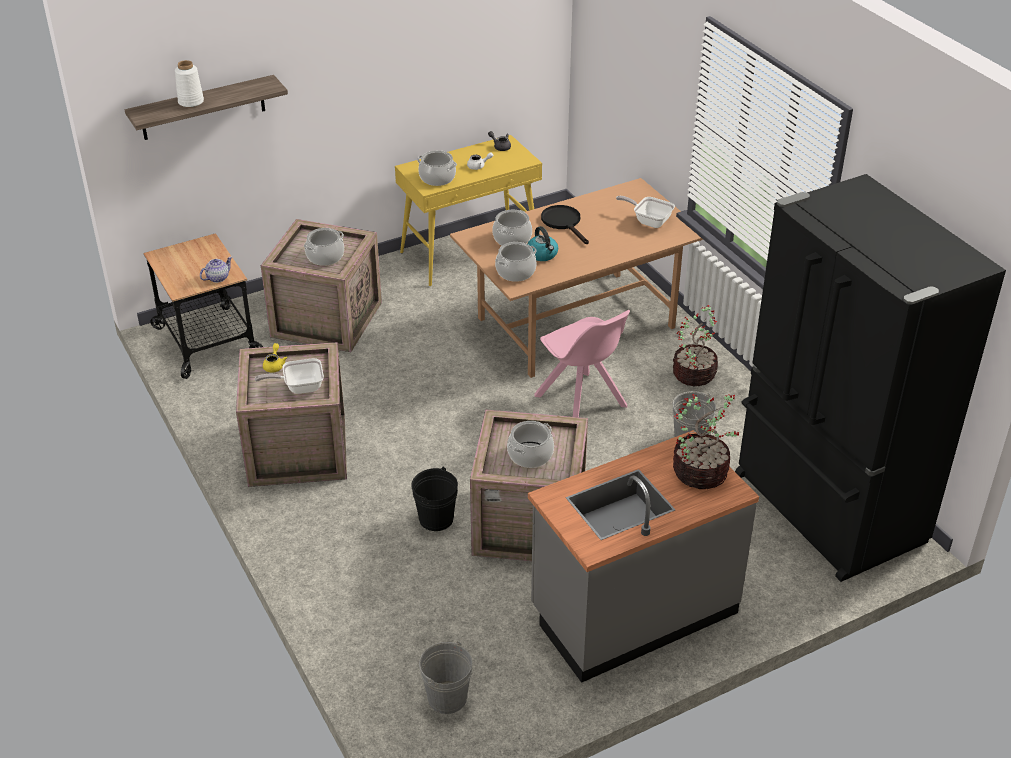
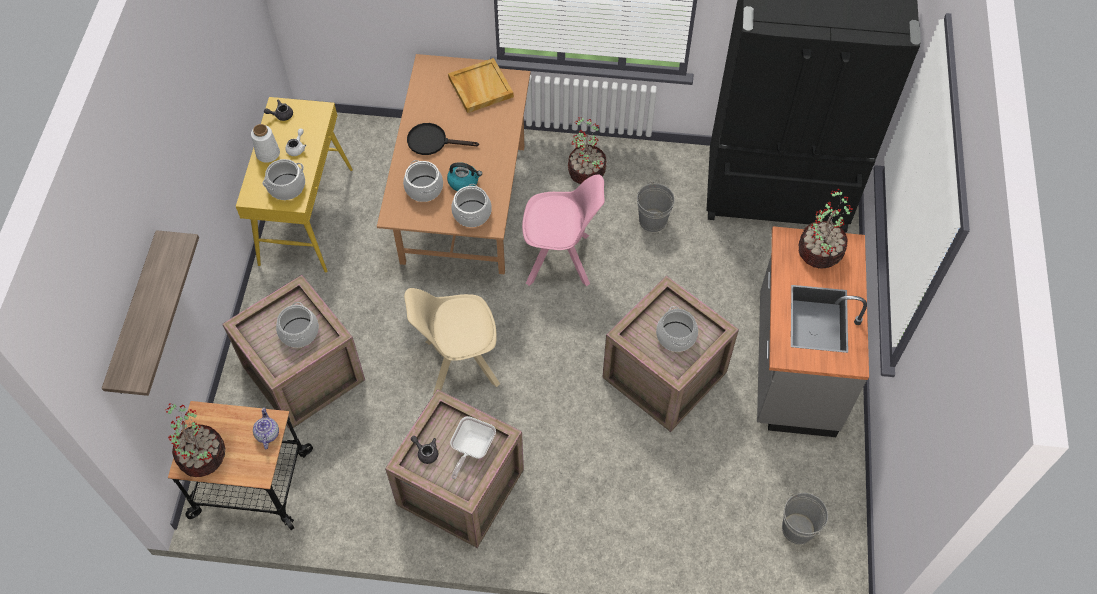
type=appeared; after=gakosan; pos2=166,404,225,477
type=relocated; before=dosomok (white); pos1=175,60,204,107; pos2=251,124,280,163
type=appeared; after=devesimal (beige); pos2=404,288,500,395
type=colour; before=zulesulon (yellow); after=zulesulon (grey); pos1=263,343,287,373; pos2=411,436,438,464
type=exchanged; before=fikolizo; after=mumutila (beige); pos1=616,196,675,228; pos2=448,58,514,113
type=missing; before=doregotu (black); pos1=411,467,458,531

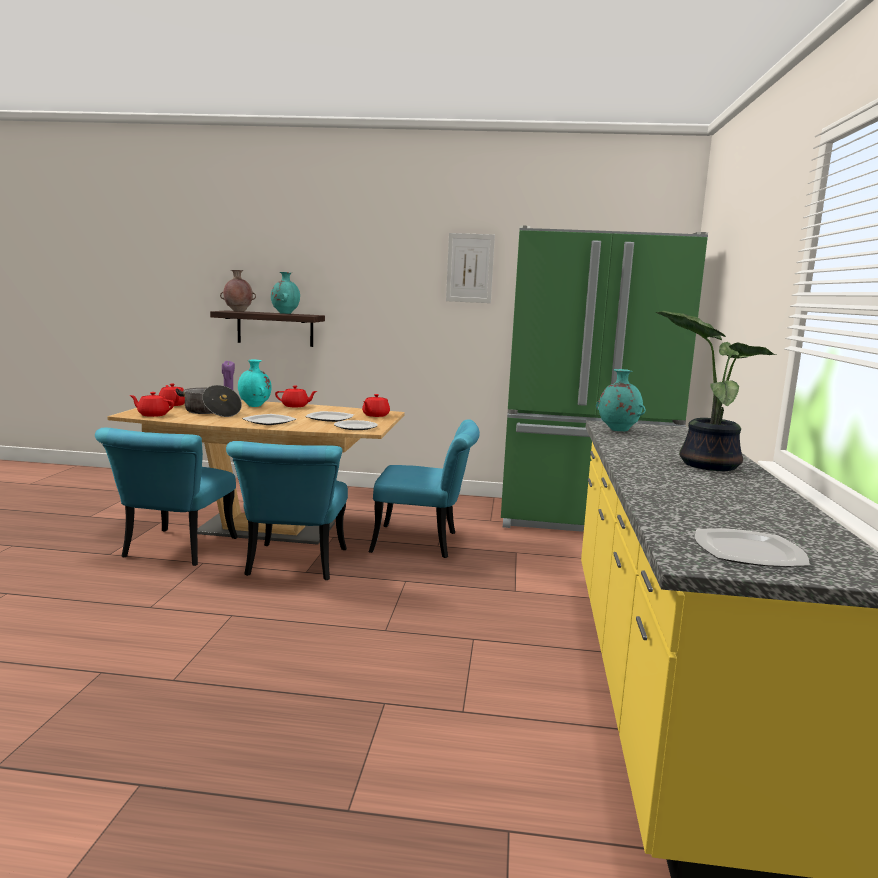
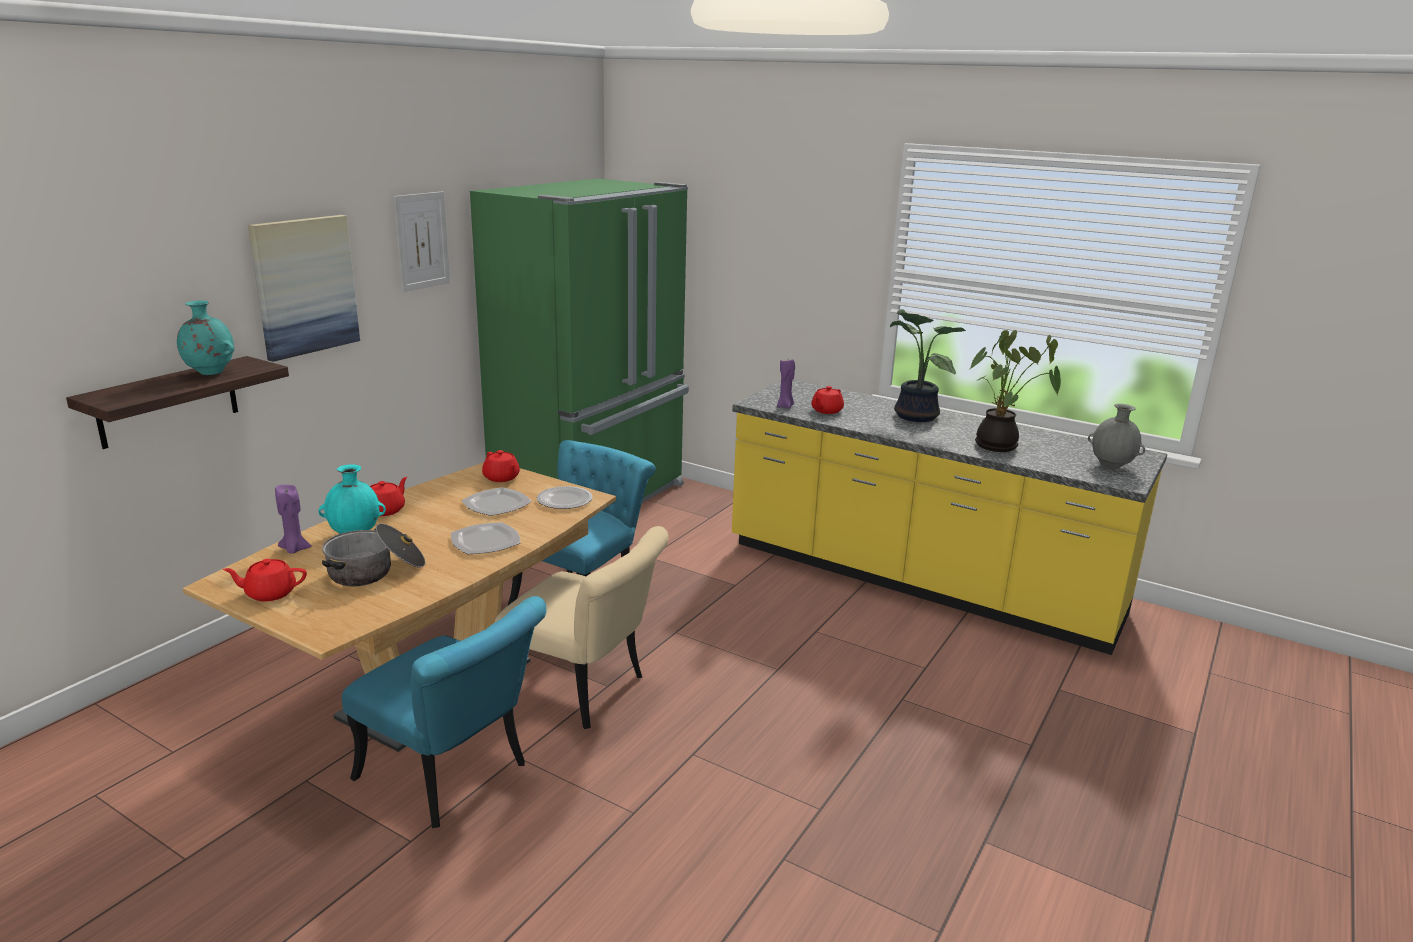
type=appeared; after=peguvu; pos2=248,215,360,362
type=colour; before=devesimal (turquoise); after=devesimal (beige); pos1=226,441,348,580; pos2=495,526,668,729
type=exchanged; before=dosomok (turquoise); after=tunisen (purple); pos1=596,369,646,431; pos2=777,359,795,409
type=relocated; before=zulesulon (red); pos1=130,392,174,417; pos2=811,386,844,414
type=appeared; after=gakosan; pos2=970,330,1061,452
type=exchanged; before=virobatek; after=dosomok (grey); pos1=695,529,810,567; pos2=1088,404,1145,469
type=missing; before=dosomok (brown); pos1=220,270,256,311

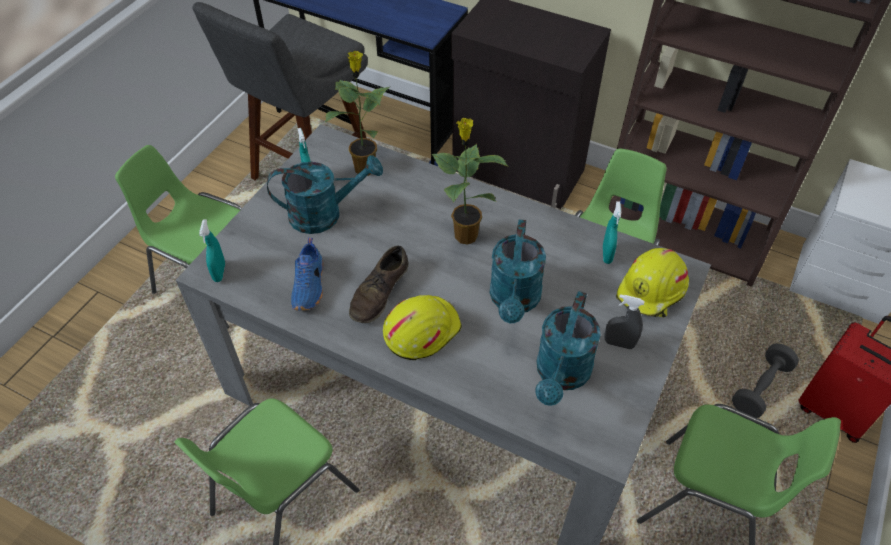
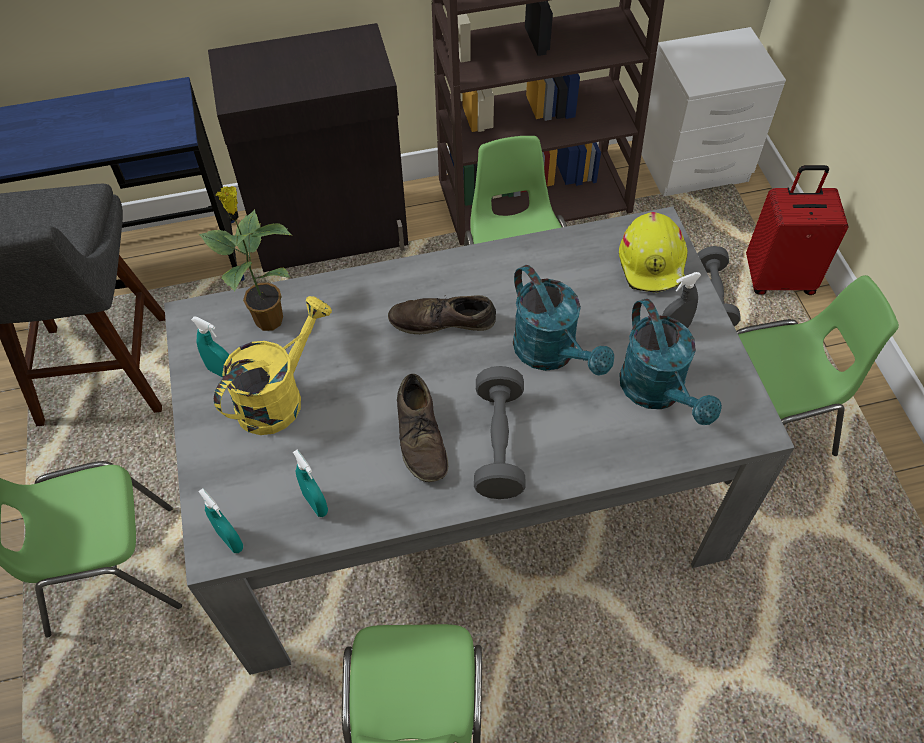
type=colour; before=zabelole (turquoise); after=zabelole (yellow); pos1=267,155,383,234; pos2=214,296,332,435
type=relocated; before=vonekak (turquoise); pos1=603,201,621,264; pos2=293,449,328,517
type=exchanged; before=gakosan; after=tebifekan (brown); pos1=432,118,508,244; pos2=388,295,496,334
type=exchanged; before=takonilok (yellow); after=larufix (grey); pos1=383,295,462,360; pos2=474,366,525,499
type=missing; before=tebifekan (blue); pos1=291,238,324,311

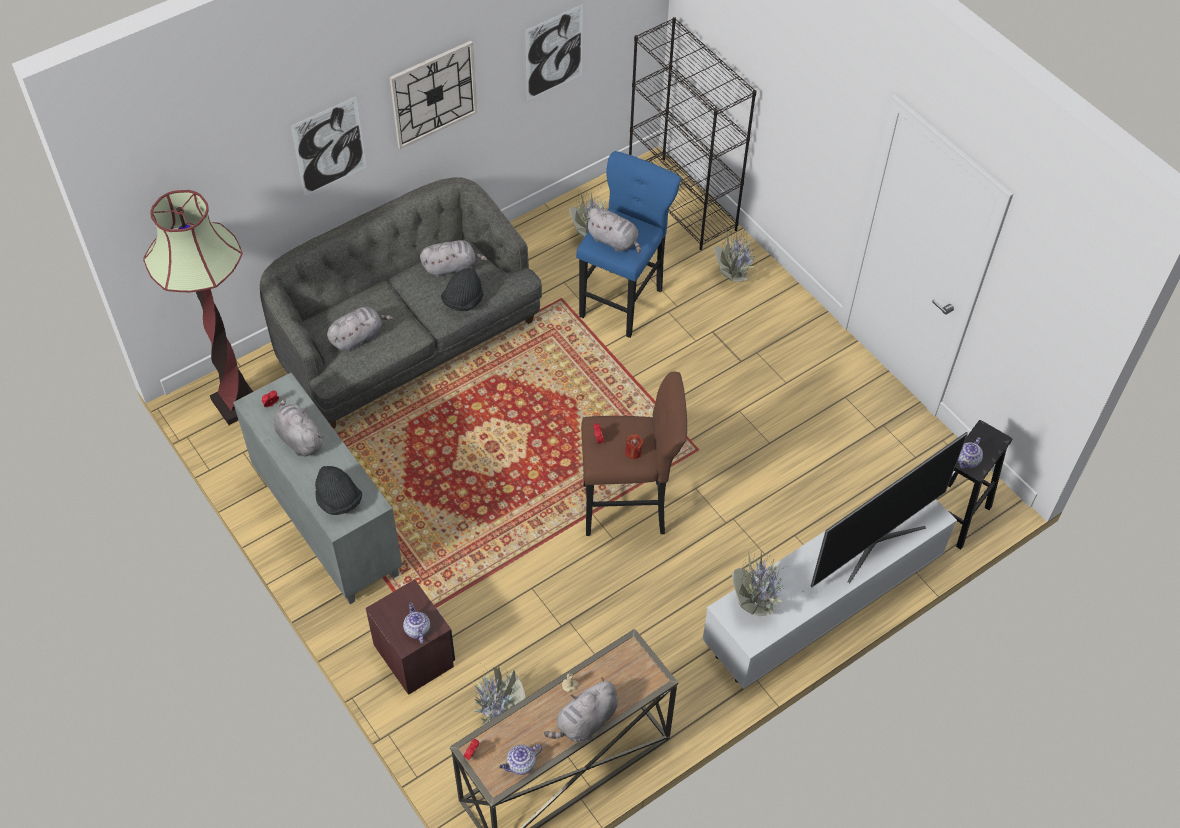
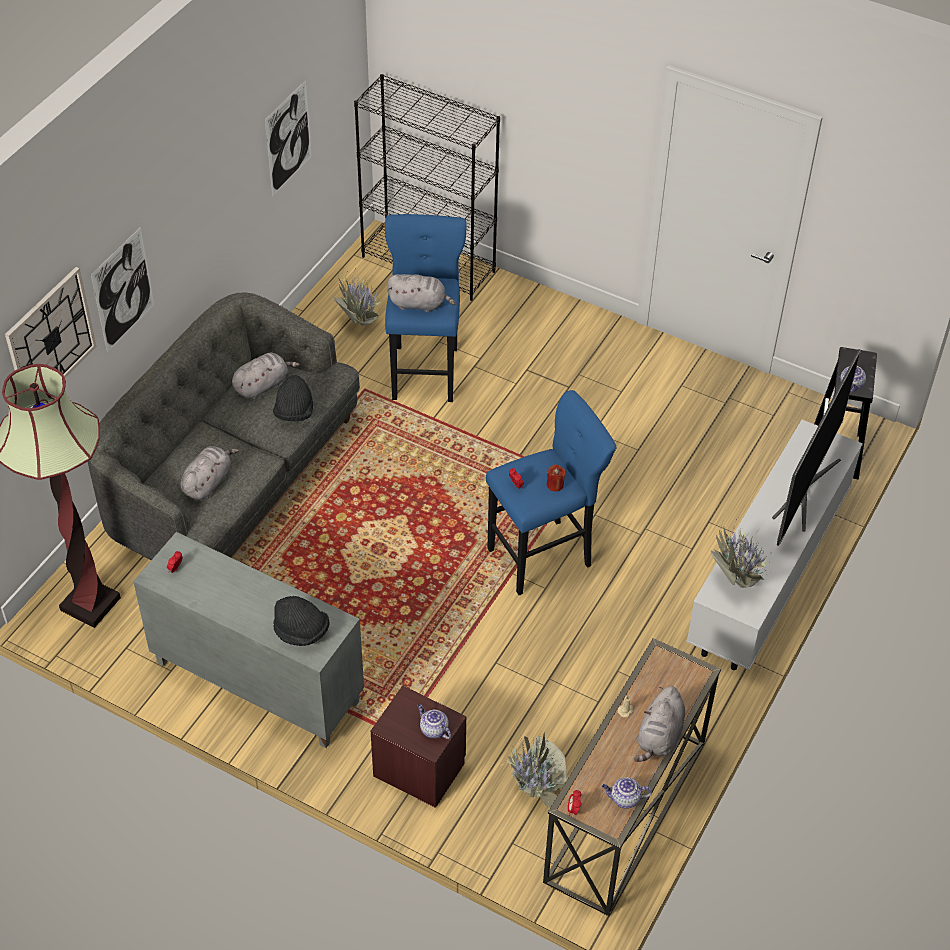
type=relocated; before=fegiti; pos1=389,40,477,149; pos2=5,267,97,408
type=colour; before=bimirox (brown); after=bimirox (blue); pos1=581,371,687,536; pos2=486,390,616,595
type=spun; before=zulesulon; pos1=500,744,542,775; pos2=602,777,652,809; turn=60
type=missing; before=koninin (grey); pos1=274,398,324,456
type=missing; before=gakosan; pos1=714,222,772,282

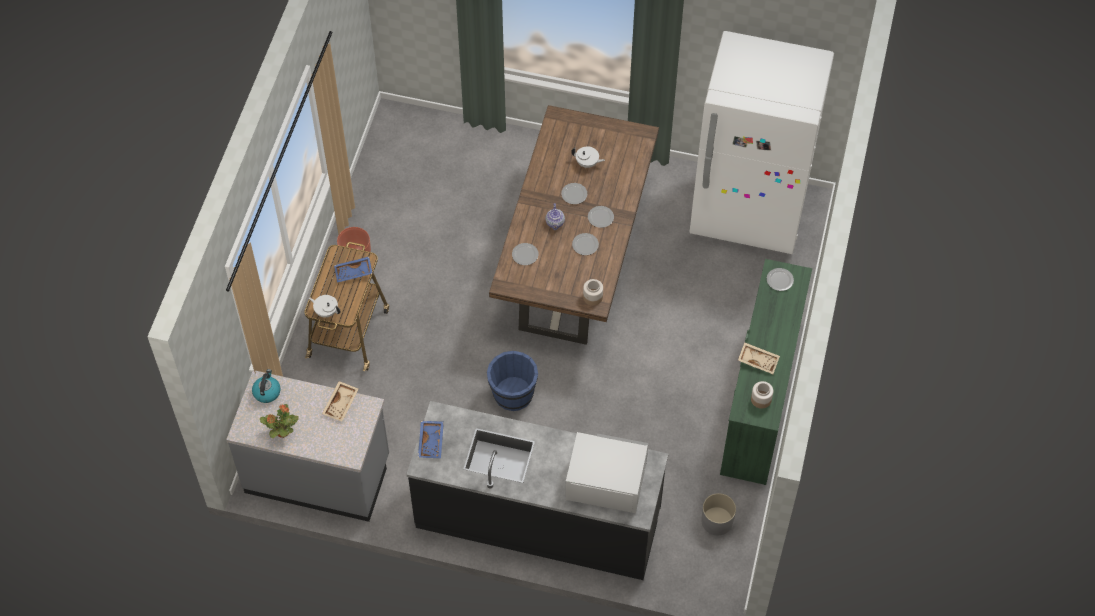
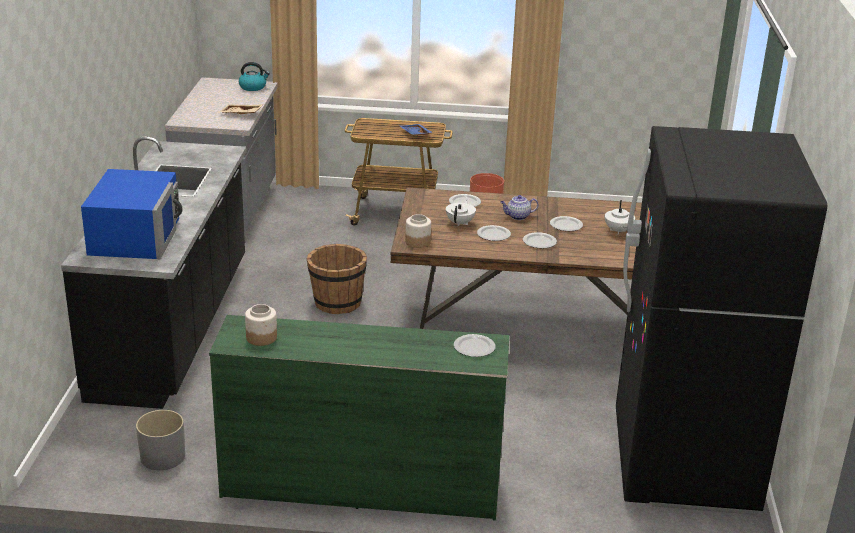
type=colour; before=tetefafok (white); after=tetefafok (blue); pos1=565,432,648,513; pos2=81,169,182,259
type=colour; before=doregotu (blue); after=doregotu (brown); pos1=487,351,538,411; pos2=307,244,367,314
type=relocated; before=zulesulon (white); pos1=309,295,341,318; pos2=446,200,476,226
type=colour; before=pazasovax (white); after=pazasovax (black); pos1=689,31,834,254; pos2=616,126,827,515
type=missing; before=gakosan; pos1=260,404,299,438
type=missing; before=mumutila (blue); pos1=418,421,444,458
type=missing; before=mumutila (beige); pos1=738,342,780,374

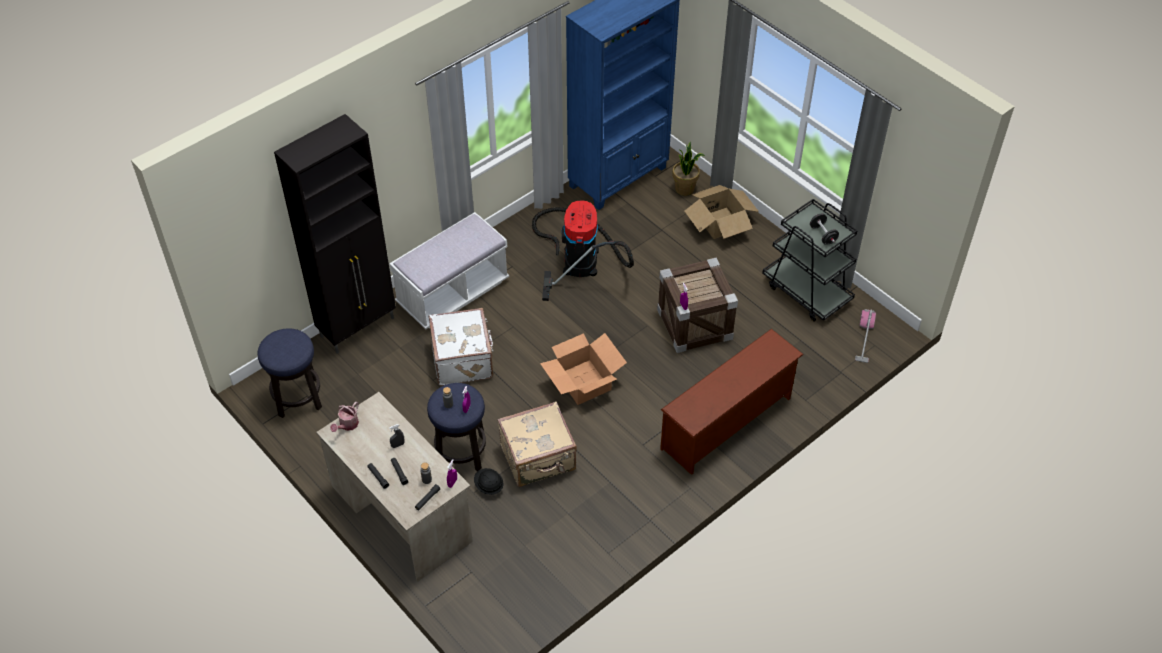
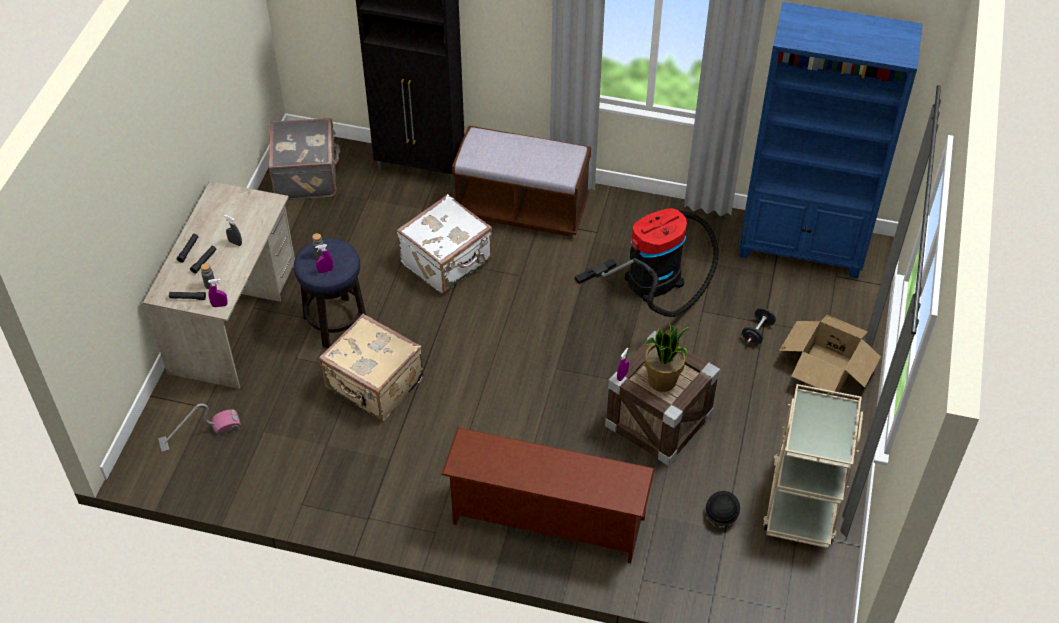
type=relocated; before=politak; pos1=855,309,876,363; pos2=158,404,241,452
type=exchanged; before=bimirox; after=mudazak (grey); pos1=258,329,322,418; pos2=269,118,341,200
type=colour; before=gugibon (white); after=gugibon (brown); pos1=389,212,509,329; pos2=452,125,591,236
type=relocated; before=gakosan; pos1=672,142,705,196; pos2=644,325,690,392
type=relocated; before=takonilok (black); pos1=474,468,504,495; pos2=706,491,740,526
type=relocated; before=larufix (black); pos1=810,214,839,245; pos2=742,308,776,345
type=colour; before=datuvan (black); after=datuvan (beige); pos1=762,199,857,322; pos2=763,384,863,548
type=missing; before=zabelole; pos1=330,402,359,432
type=missing; before=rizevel; pos1=540,333,627,405

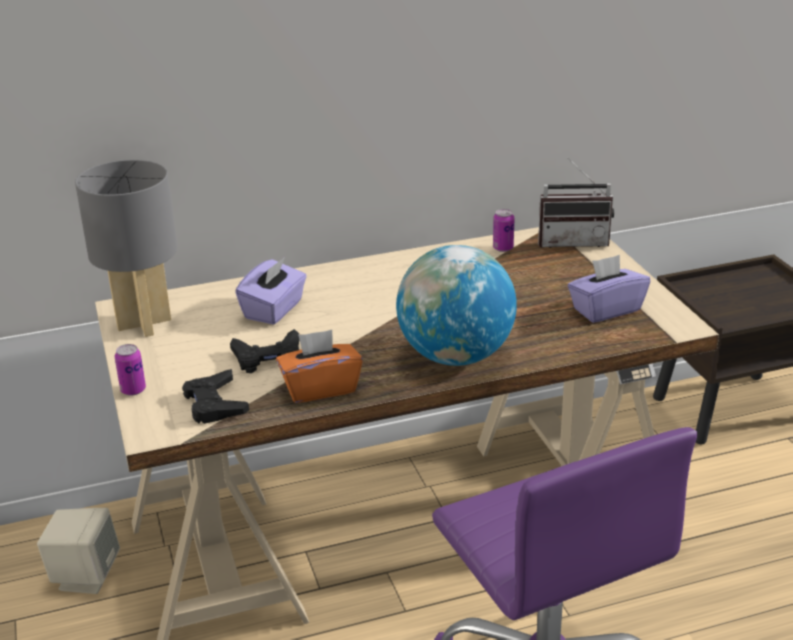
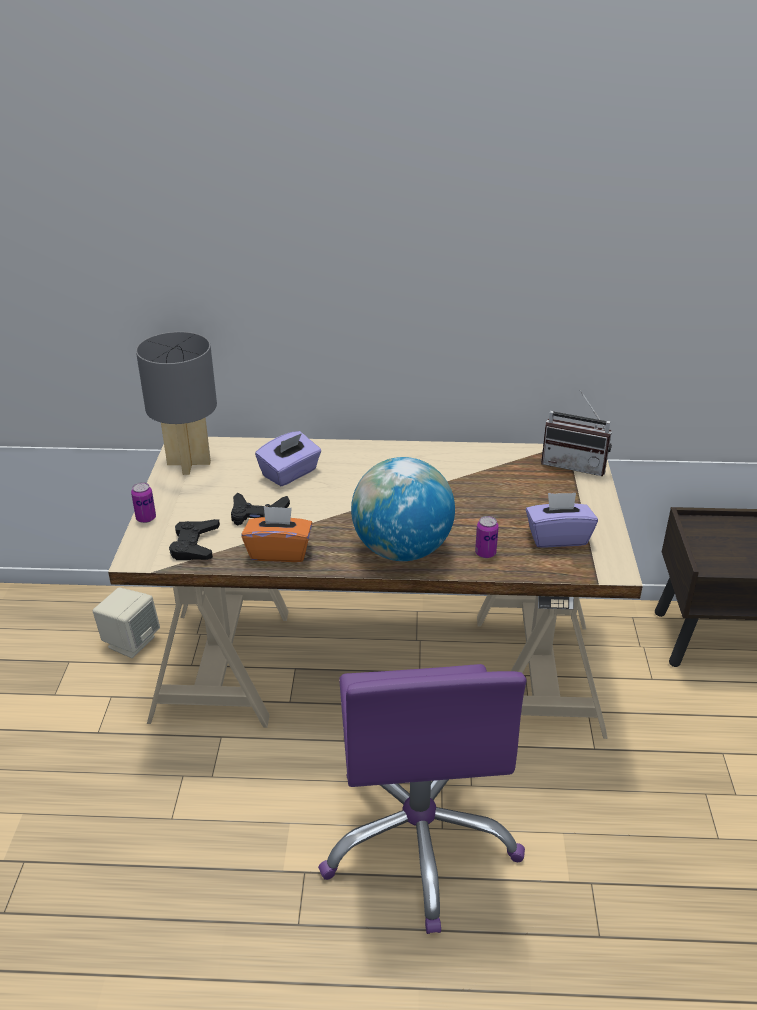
type=relocated; before=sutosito; pos1=493,209,515,252; pos2=475,516,499,558

